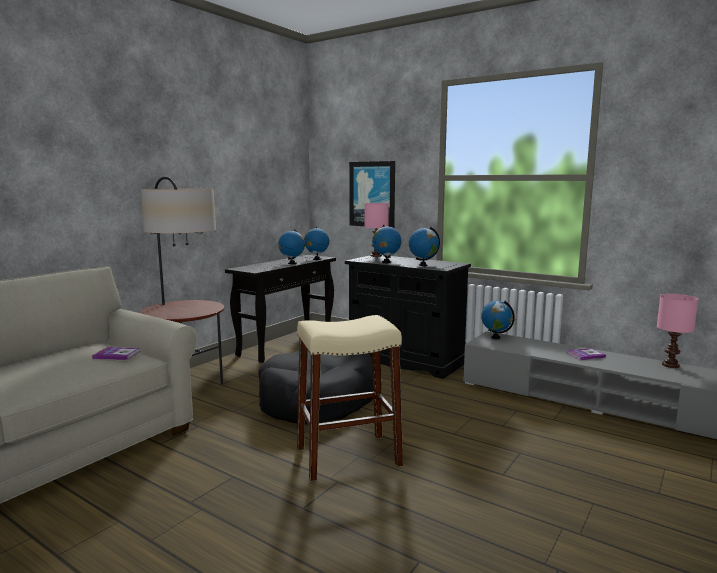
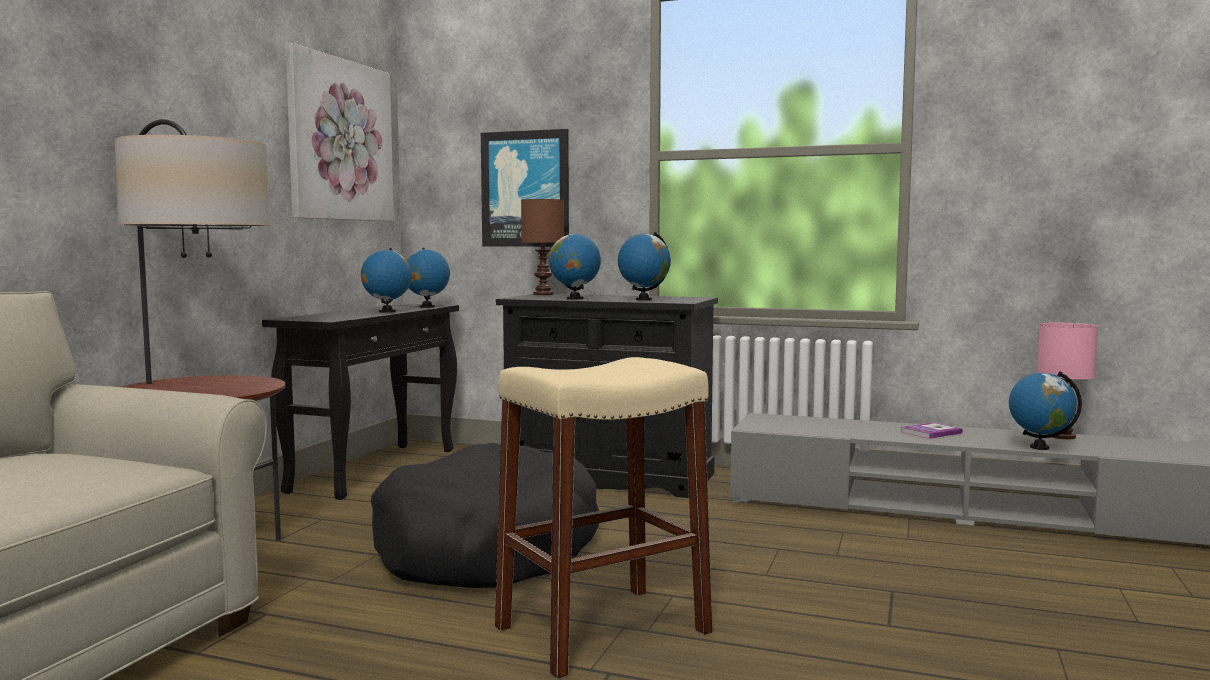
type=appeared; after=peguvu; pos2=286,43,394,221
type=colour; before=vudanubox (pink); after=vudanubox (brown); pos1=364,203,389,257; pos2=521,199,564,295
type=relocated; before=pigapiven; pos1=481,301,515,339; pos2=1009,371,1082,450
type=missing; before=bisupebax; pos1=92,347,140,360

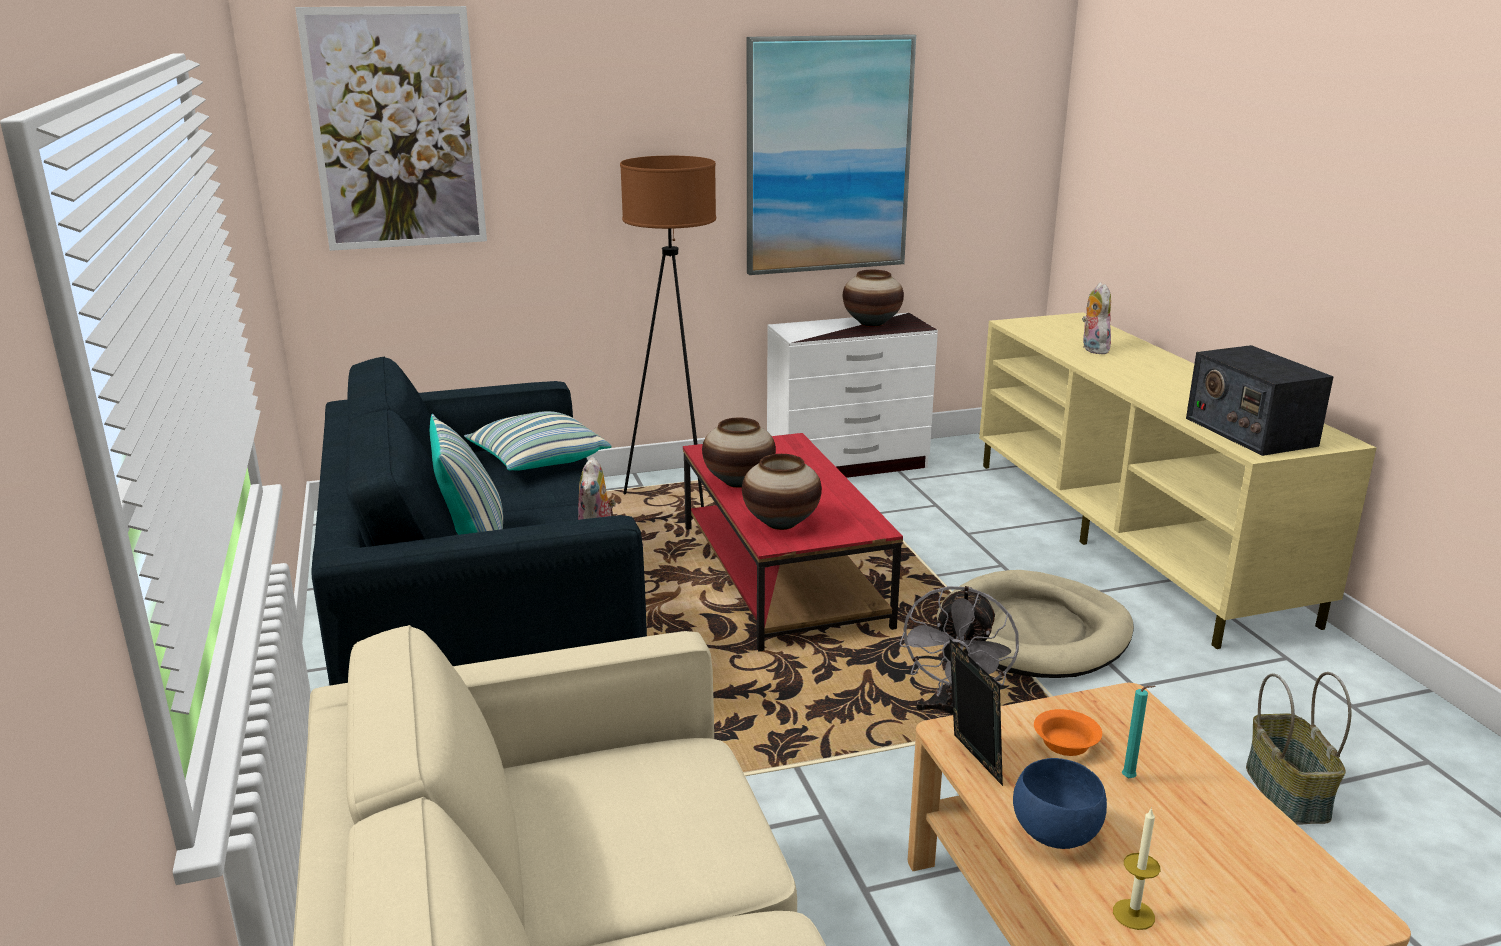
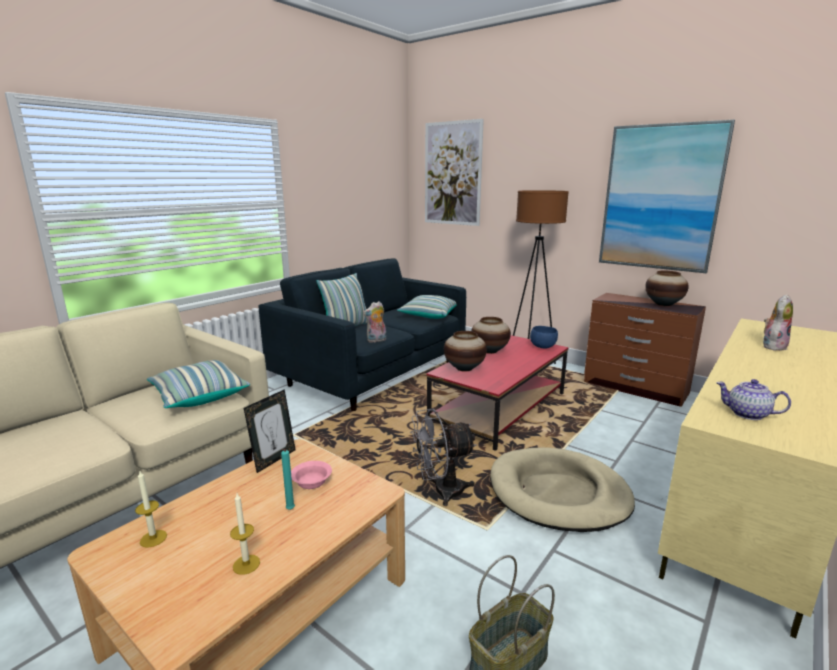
type=appeared; after=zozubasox; pos2=147,360,250,408
type=appeared; after=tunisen; pos2=230,493,260,575
type=colour; before=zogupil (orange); after=zogupil (pink); pos1=1034,709,1102,756; pos2=291,461,332,489
type=relocated; before=zogupil (blue); pos1=1013,758,1107,849; pos2=530,326,558,349
type=colour; before=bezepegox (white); after=bezepegox (brown); pos1=767,313,938,478; pos2=584,293,706,407
type=exchanged; before=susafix; after=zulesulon; pos1=1186,345,1334,456; pos2=716,379,791,420

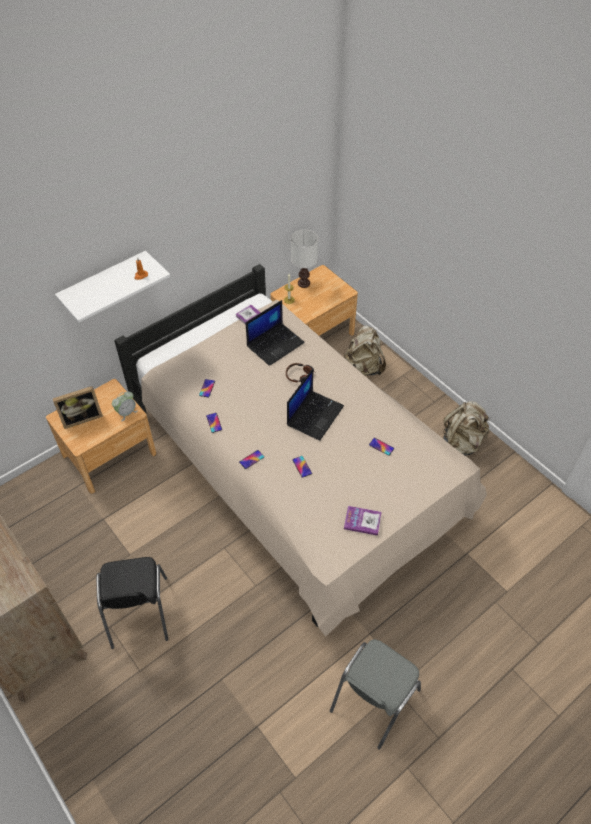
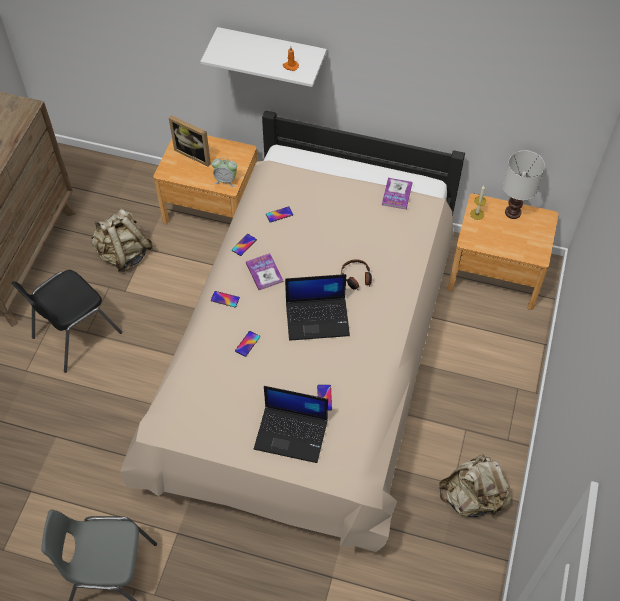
type=relocated; before=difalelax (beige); pos1=344,326,386,376; pos2=92,209,153,272
type=relocated; before=bisupebax; pos1=344,506,382,536; pos2=246,253,283,290
type=relocated; before=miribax; pos1=246,300,305,366; pos2=254,386,328,463

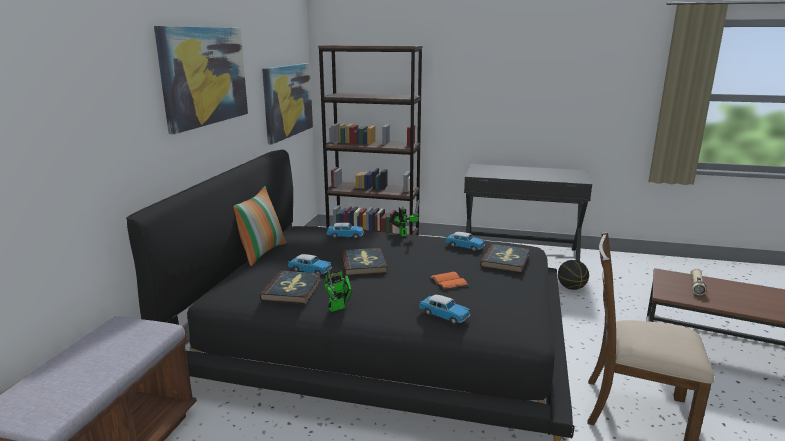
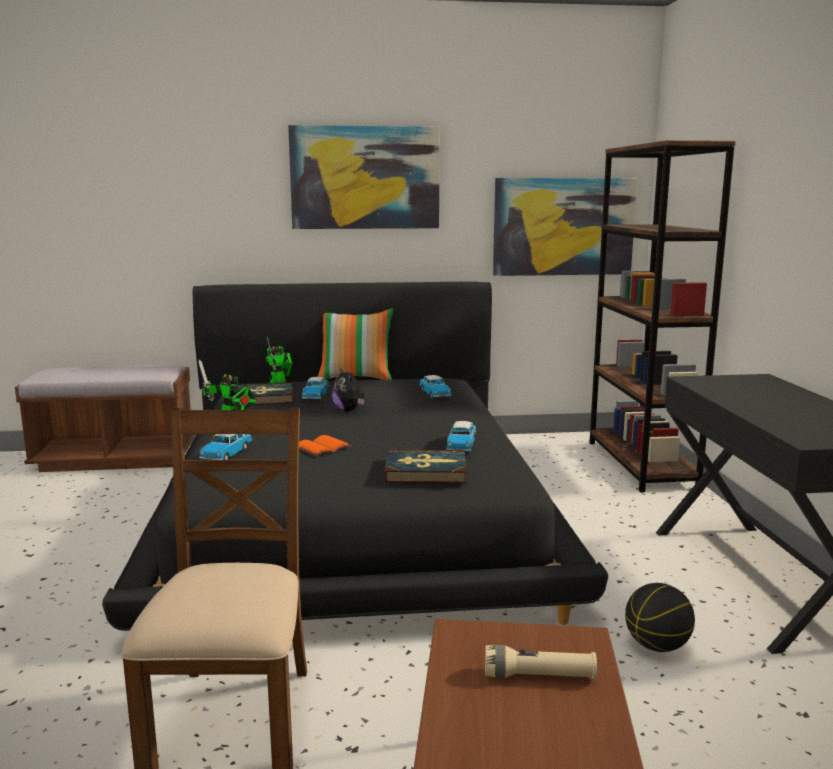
type=relocated; before=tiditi; pos1=388,199,420,236; pos2=266,337,292,383
type=exchanged; before=bisupebax; after=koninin; pos1=341,248,387,276; pos2=332,368,364,412

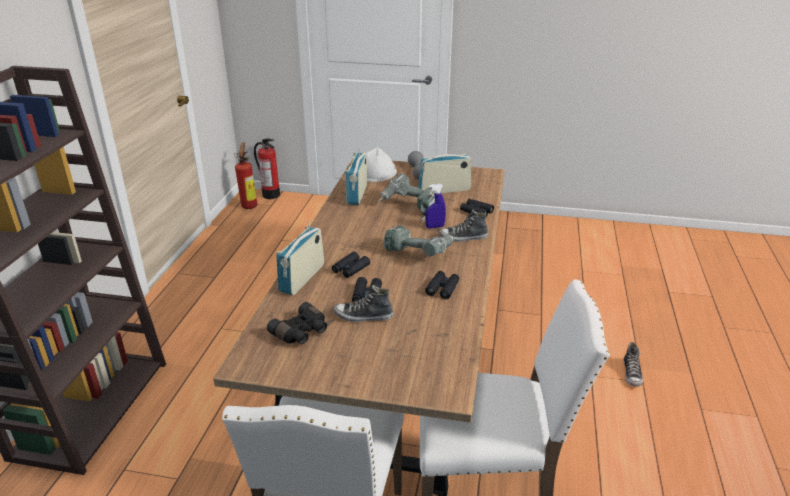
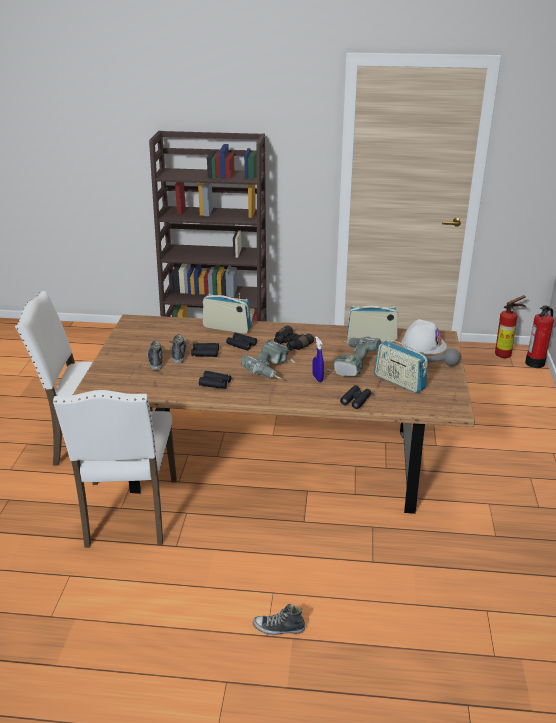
type=relocated; before=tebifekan; pos1=439,210,488,242; pos2=147,341,163,370
type=relocated; before=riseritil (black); pos1=267,302,327,344; pos2=274,326,314,350
type=spun; before=susafix; pos1=418,148,471,193; pos2=374,337,428,393; turn=150

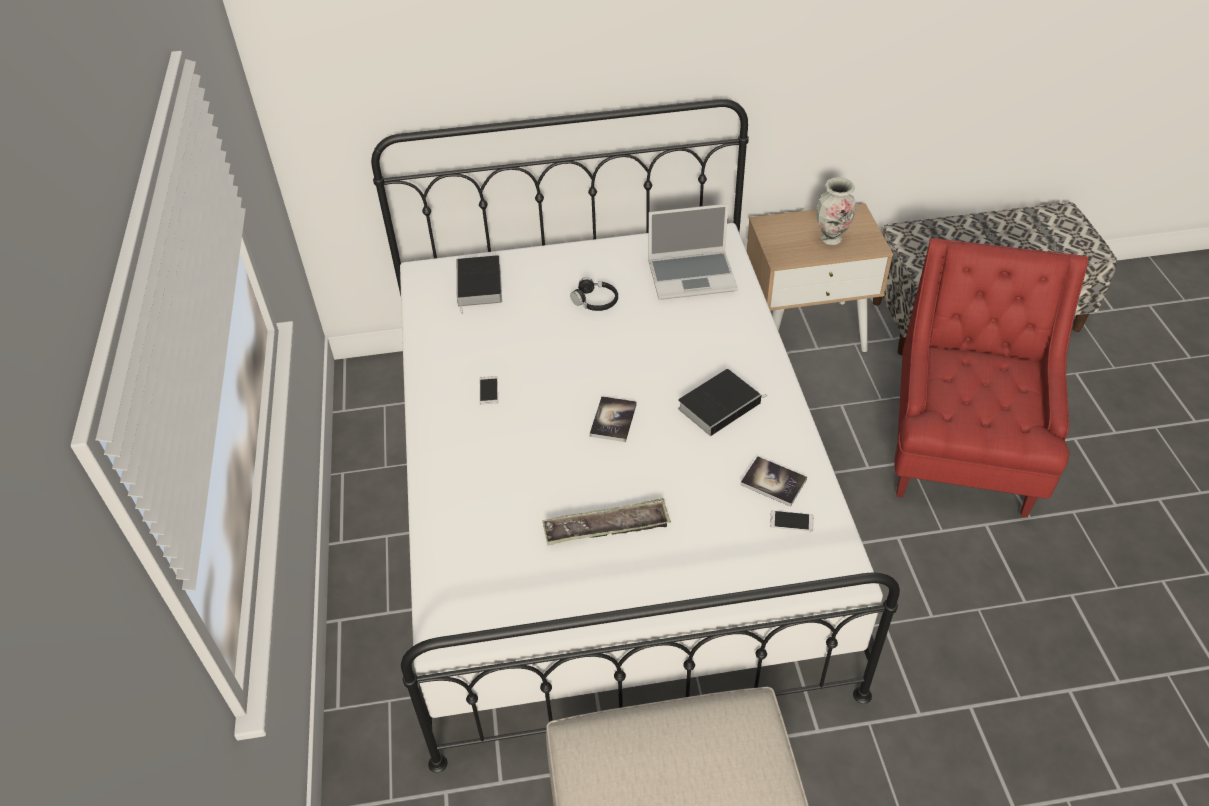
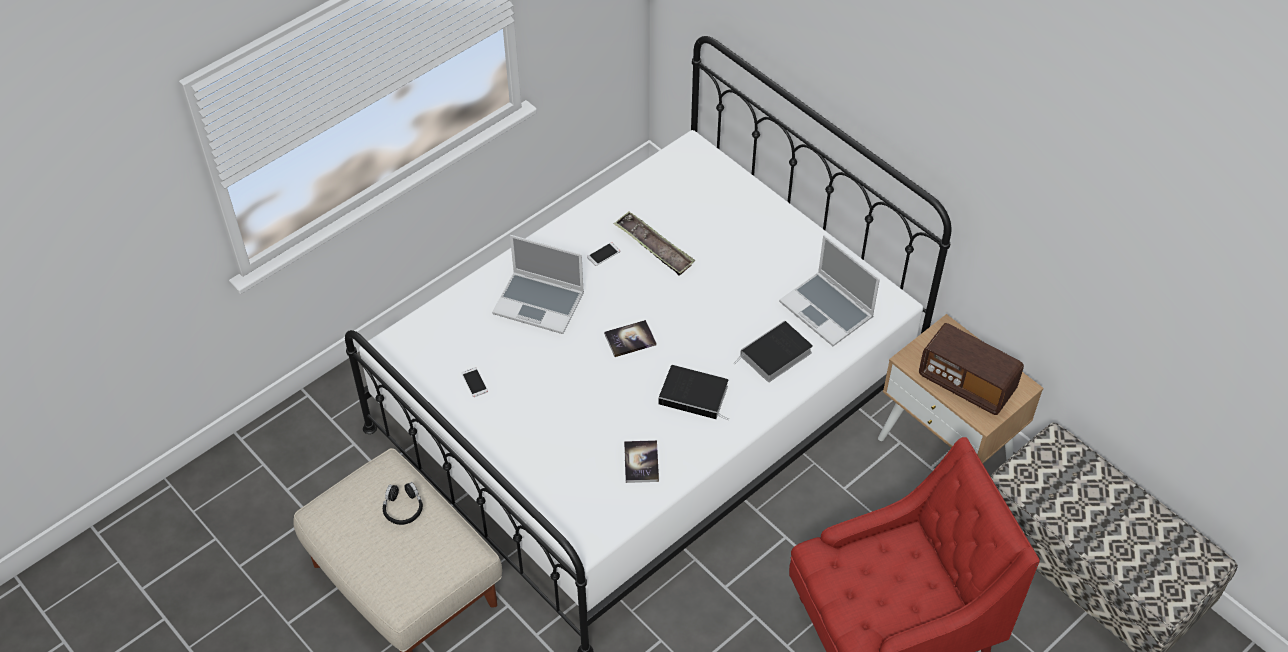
type=relocated; before=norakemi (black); pos1=570,277,618,311; pos2=383,482,423,525
type=relocated; before=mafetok; pos1=770,510,813,531; pos2=461,367,488,397
type=appeared; after=miribax; pos2=492,235,584,334
type=relocated; before=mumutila; pos1=542,498,671,546; pos2=614,211,695,275
type=relocated; before=bisupebax; pos1=456,255,502,314; pos2=733,320,813,382
type=exchanged; before=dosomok; after=susafix; pos1=816,177,856,246; pos2=919,323,1024,415

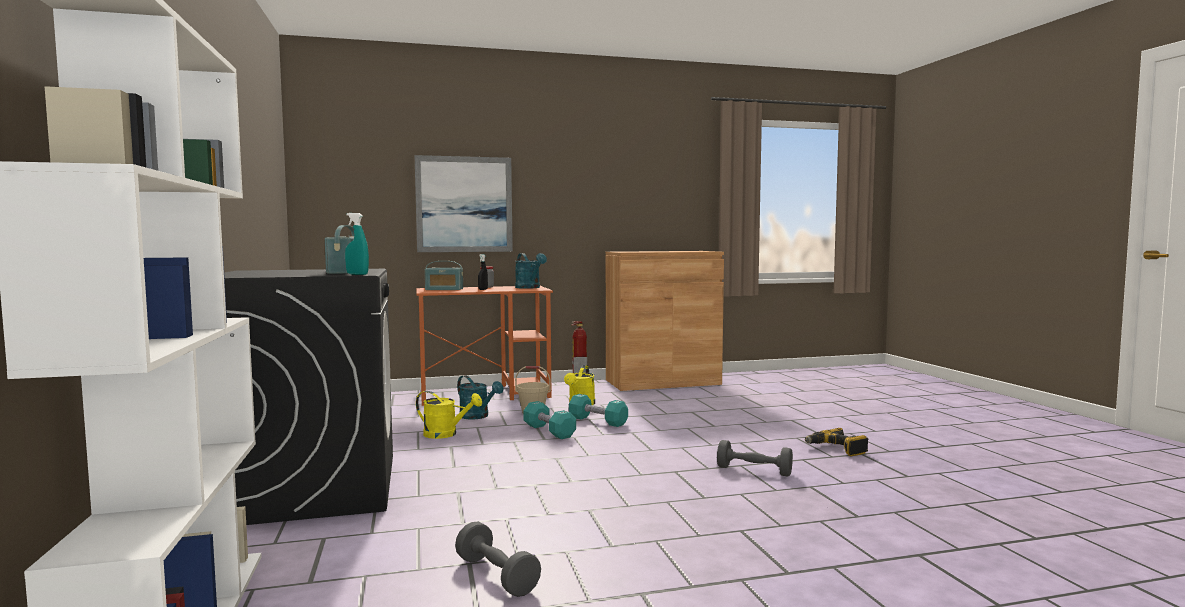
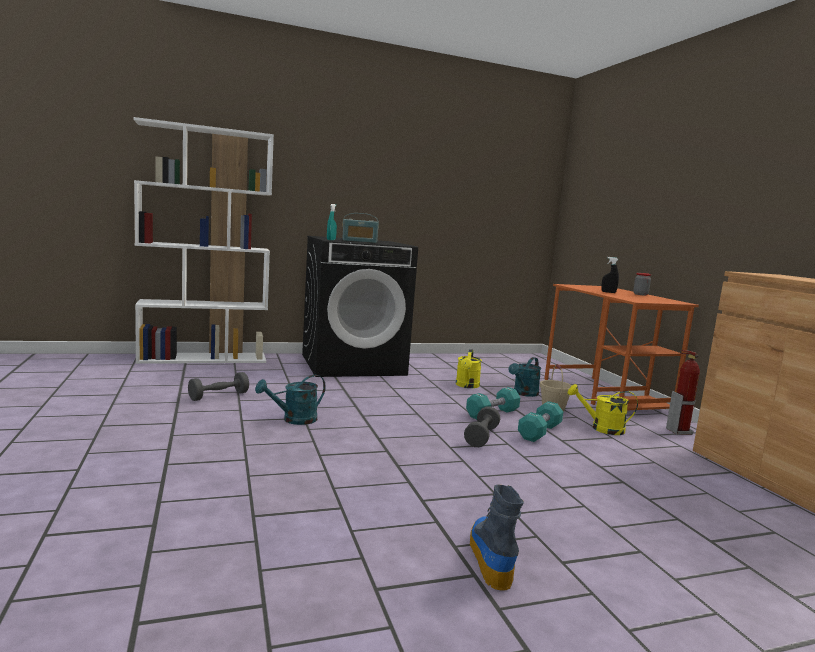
type=relocated; before=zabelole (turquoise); pos1=515,253,547,289; pos2=255,375,326,425
type=relocated; before=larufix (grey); pos1=717,440,793,477; pos2=464,406,500,447
type=exchanged; before=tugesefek; after=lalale; pos1=805,428,868,456; pos2=470,484,524,591
type=missing; before=peguvu; pos1=414,155,513,252
type=missing; before=susafix; pos1=425,261,463,290

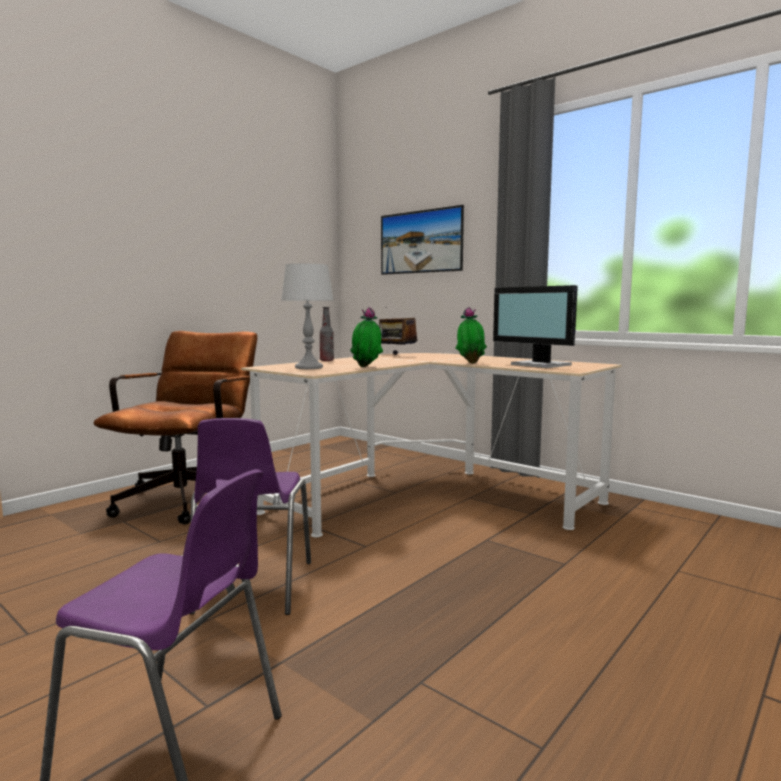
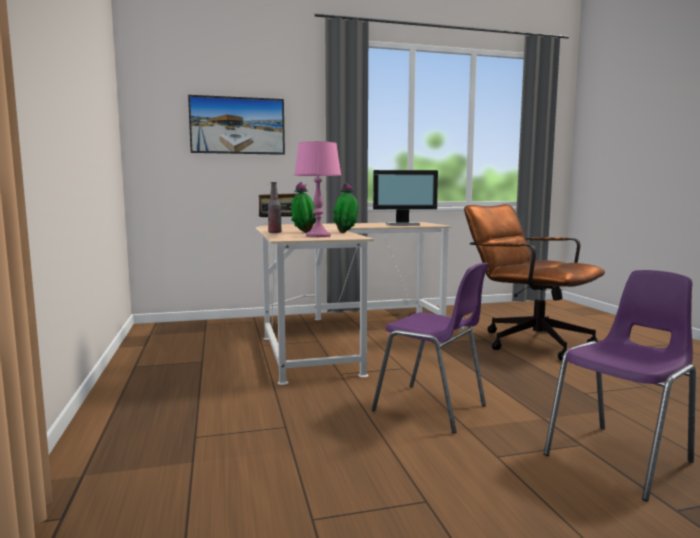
type=relocated; before=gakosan; pos1=456,307,487,364; pos2=291,182,316,233
type=colour; before=vudanubox (grey); after=vudanubox (pink); pos1=281,264,334,369; pos2=294,141,341,237
type=relocated; before=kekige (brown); pos1=93,331,258,525; pos2=464,204,605,361

